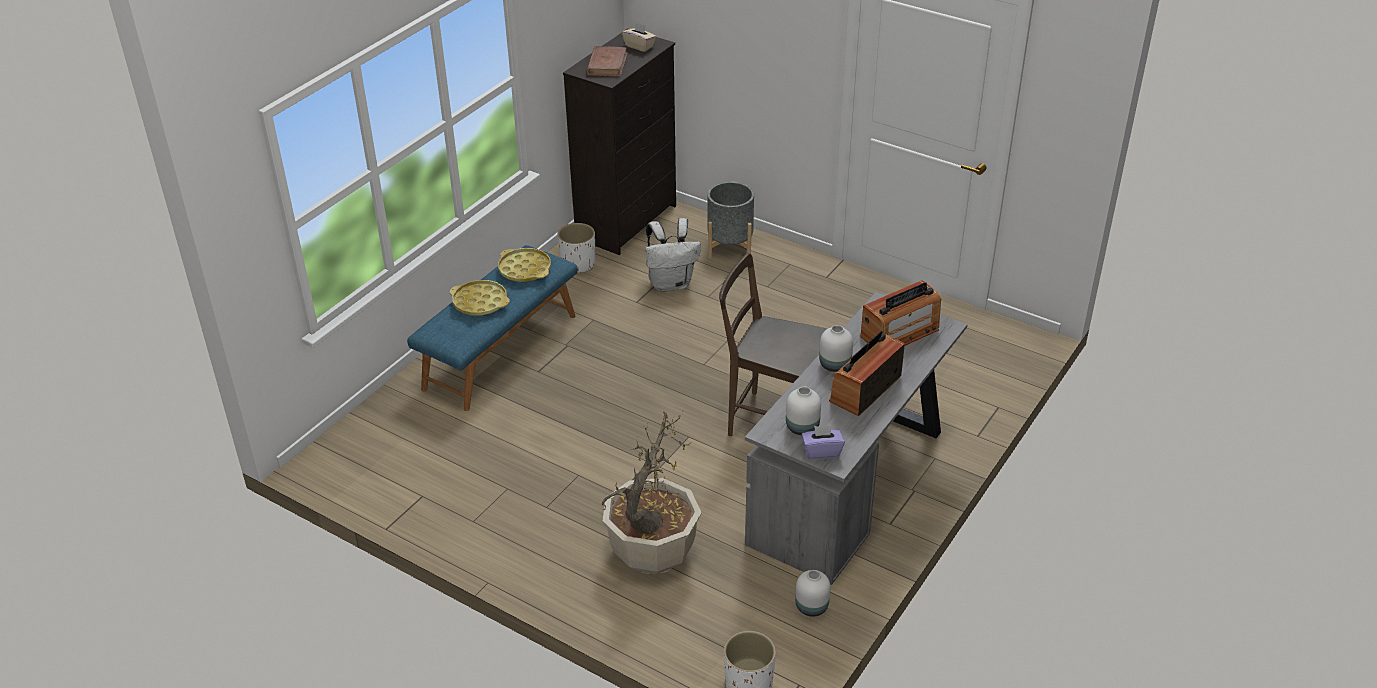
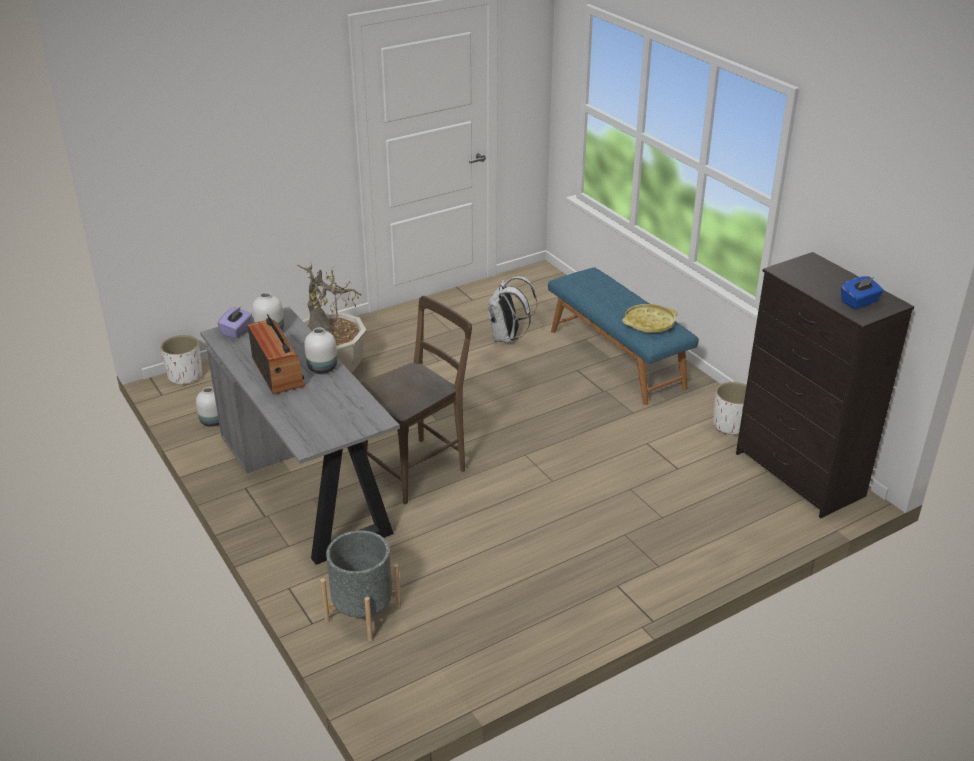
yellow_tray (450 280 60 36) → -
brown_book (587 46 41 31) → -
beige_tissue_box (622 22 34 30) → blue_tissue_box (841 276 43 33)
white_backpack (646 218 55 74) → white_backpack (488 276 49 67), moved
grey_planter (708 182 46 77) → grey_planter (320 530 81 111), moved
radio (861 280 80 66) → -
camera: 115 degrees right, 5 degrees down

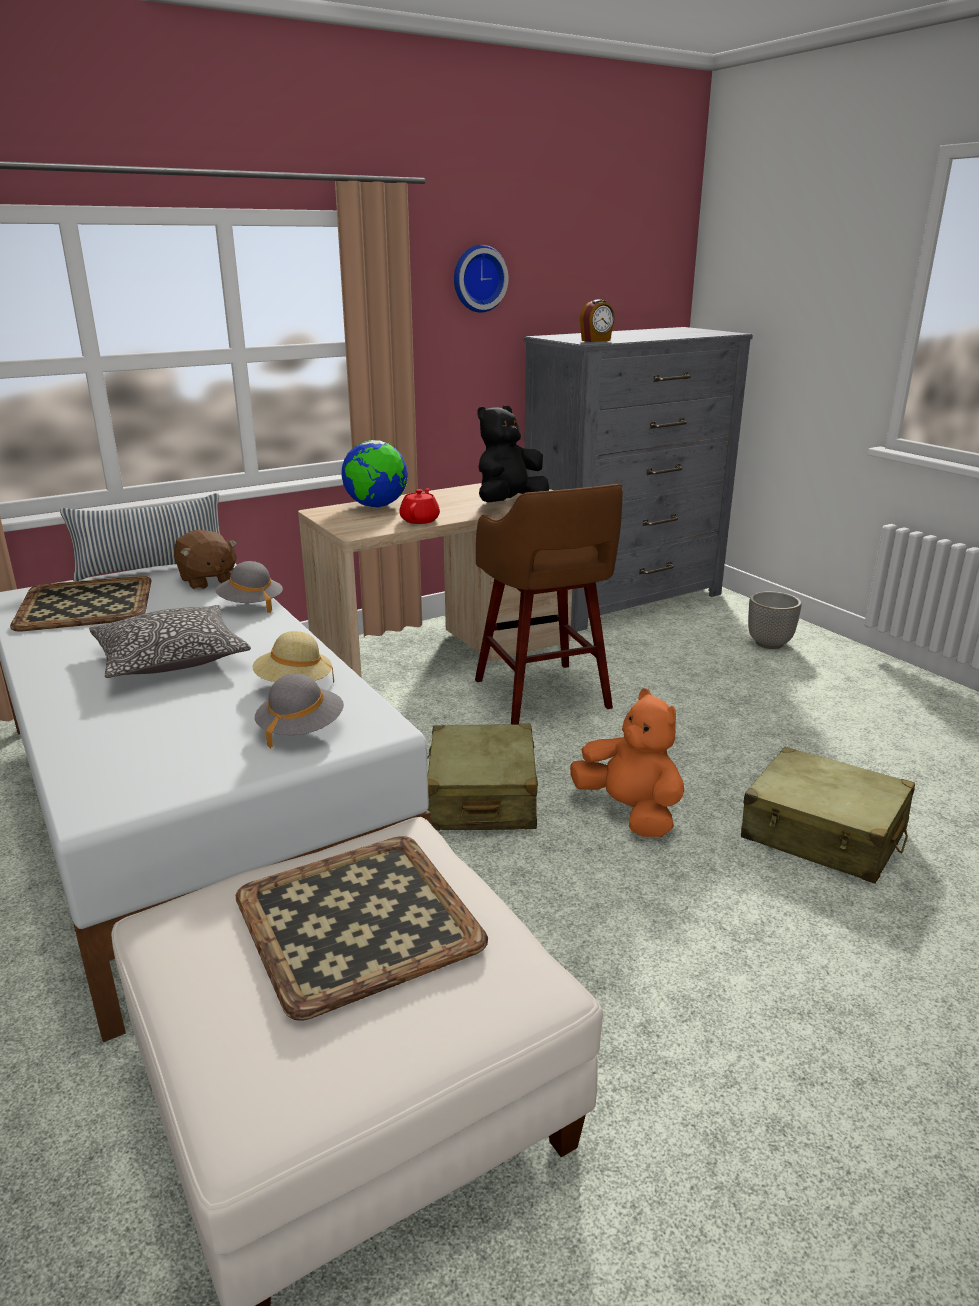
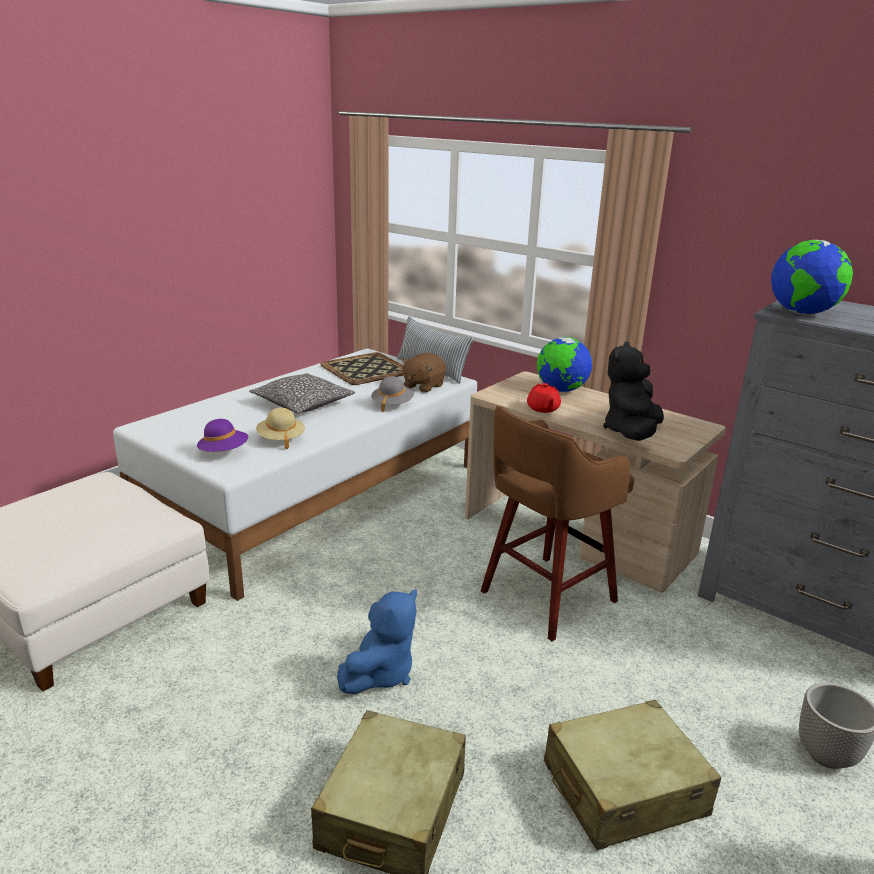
tray (236 836 252 185) → -
grey_hat (255 674 89 75) → purple_hat (197 419 51 33)
red_teapot (399 488 41 36) → red_teapot (527 383 34 30), 90 degrees clockwise
beige_suitcase (427 724 111 106) → beige_suitcase (544 700 178 150), moved
wall_clock (454 245 54 68) → -
black_plush_toy (478 405 71 97) → black_plush_toy (603 341 61 100), 90 degrees counterclockwise
orange_plush_toy (570 688 114 149) → blue_plush_toy (337 589 80 105)
alarm_clock (580 299 35 43) → globe (771 240 82 75)
camera: 70 degrees right, 0 degrees up

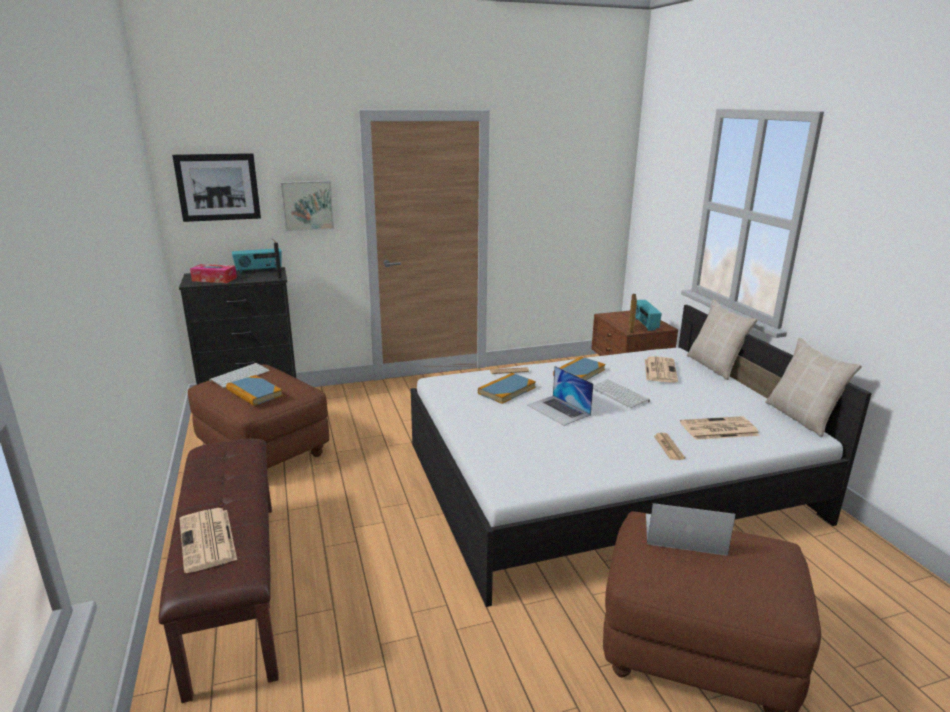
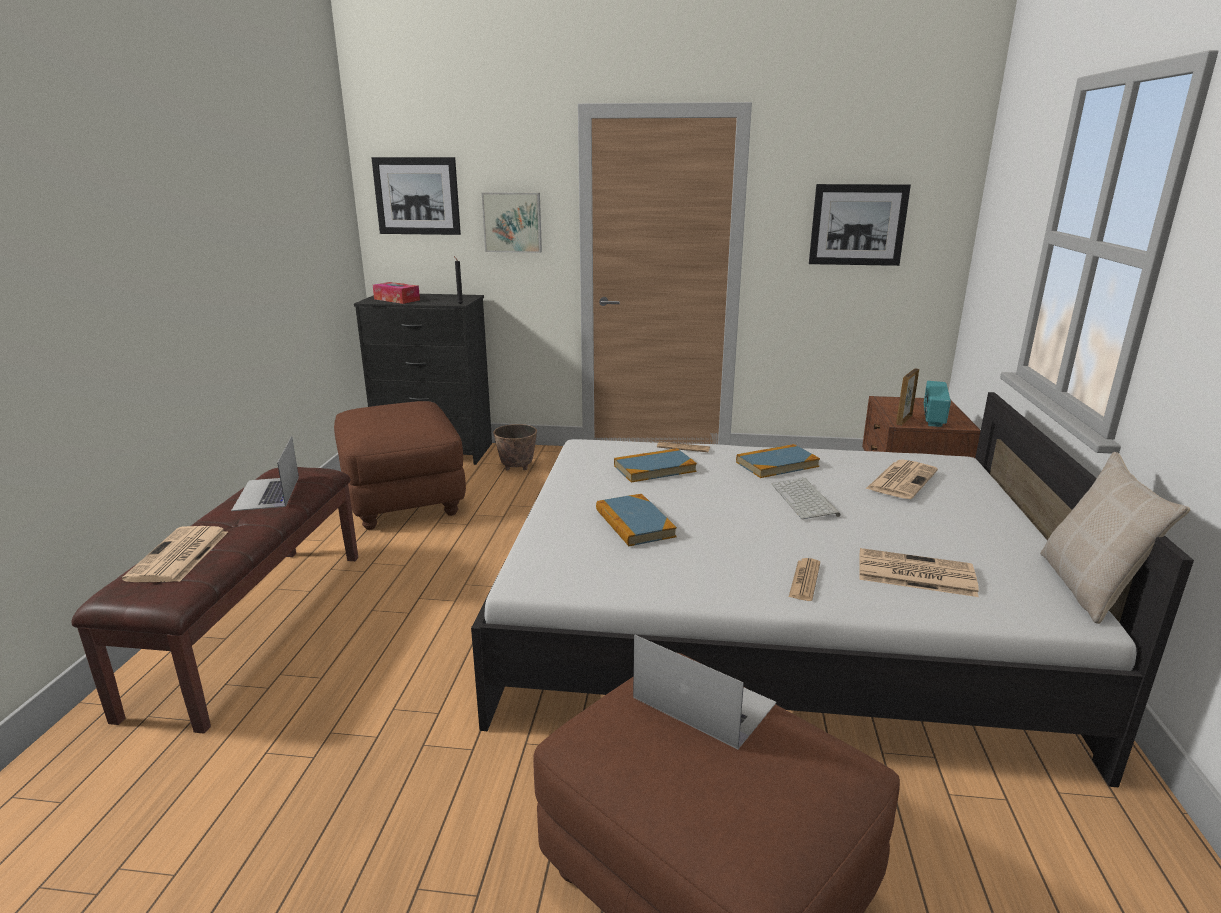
keyboard (209 363 61 25) → -
book (226 375 57 31) → book (596 494 81 52), moved
radio (232 248 50 26) → -
laptop (527 366 67 60) → laptop (231 436 68 75), moved
beige_pillow (687 300 71 80) → -
- → planter (493 424 44 47)
- → picture (809 184 102 82)
camera: 25 degrees right, 0 degrees up

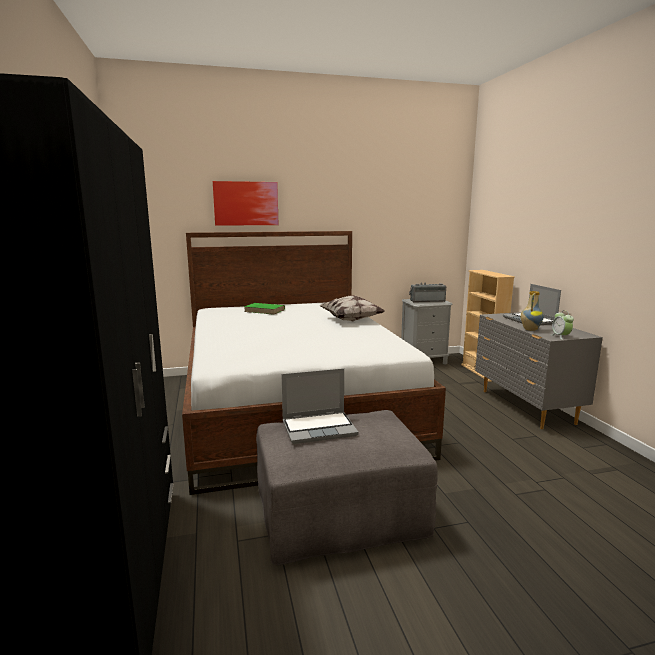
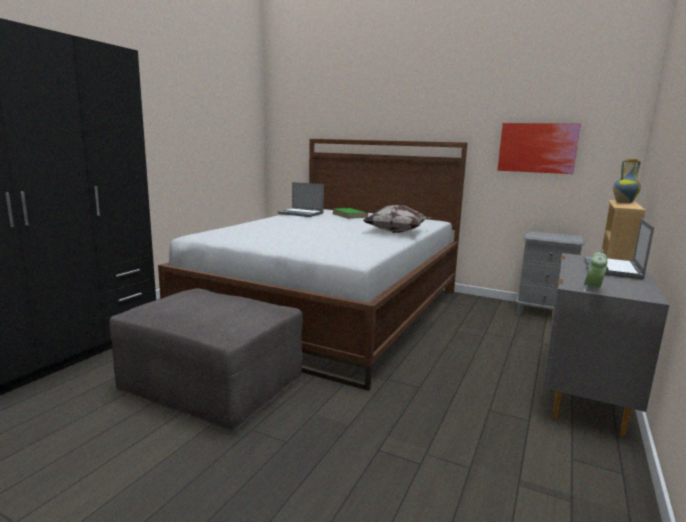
picture (213 181 66 45) → picture (497 123 84 51), moved
laptop (282 368 77 76) → laptop (278 182 46 35), moved
radio (409 283 37 19) → -
vase (521 291 23 40) → vase (613 159 28 44), moved
camera: 40 degrees right, 0 degrees up

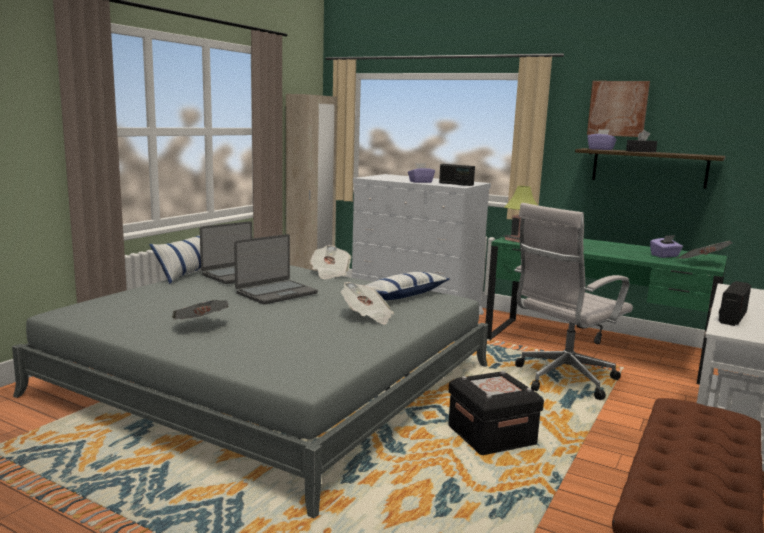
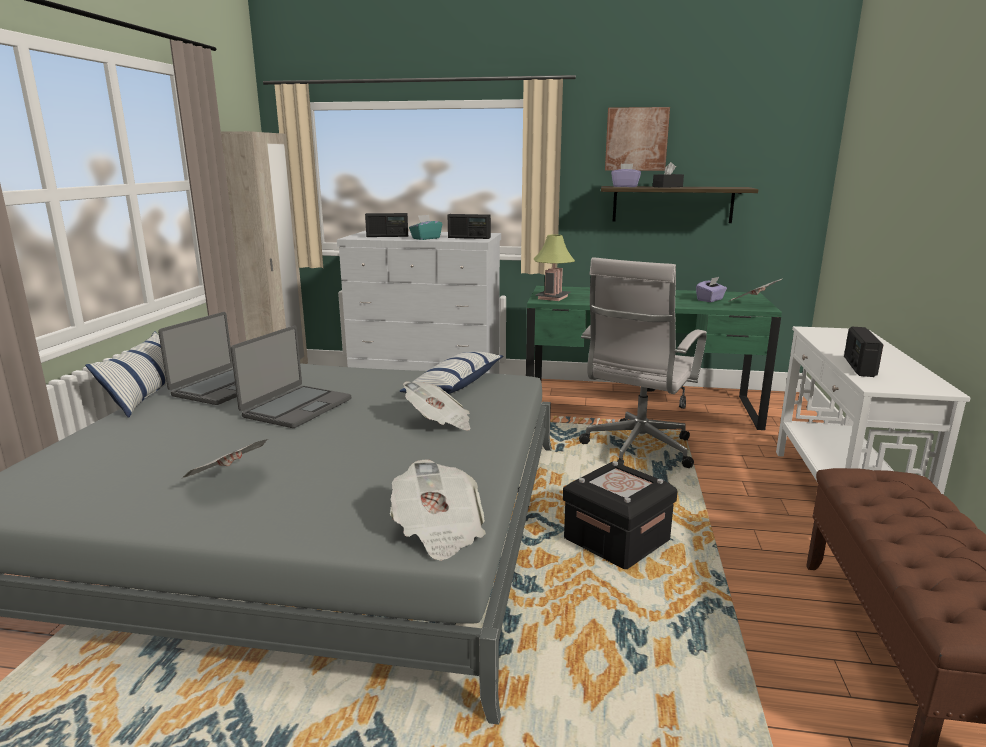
newspaper (310 245 42 34) → newspaper (390 460 96 101), moved
purple_tissue_box (408 163 27 20) → turquoise_tissue_box (409 215 33 25)
- → radio (365 213 43 24)
camera: 20 degrees left, 5 degrees up

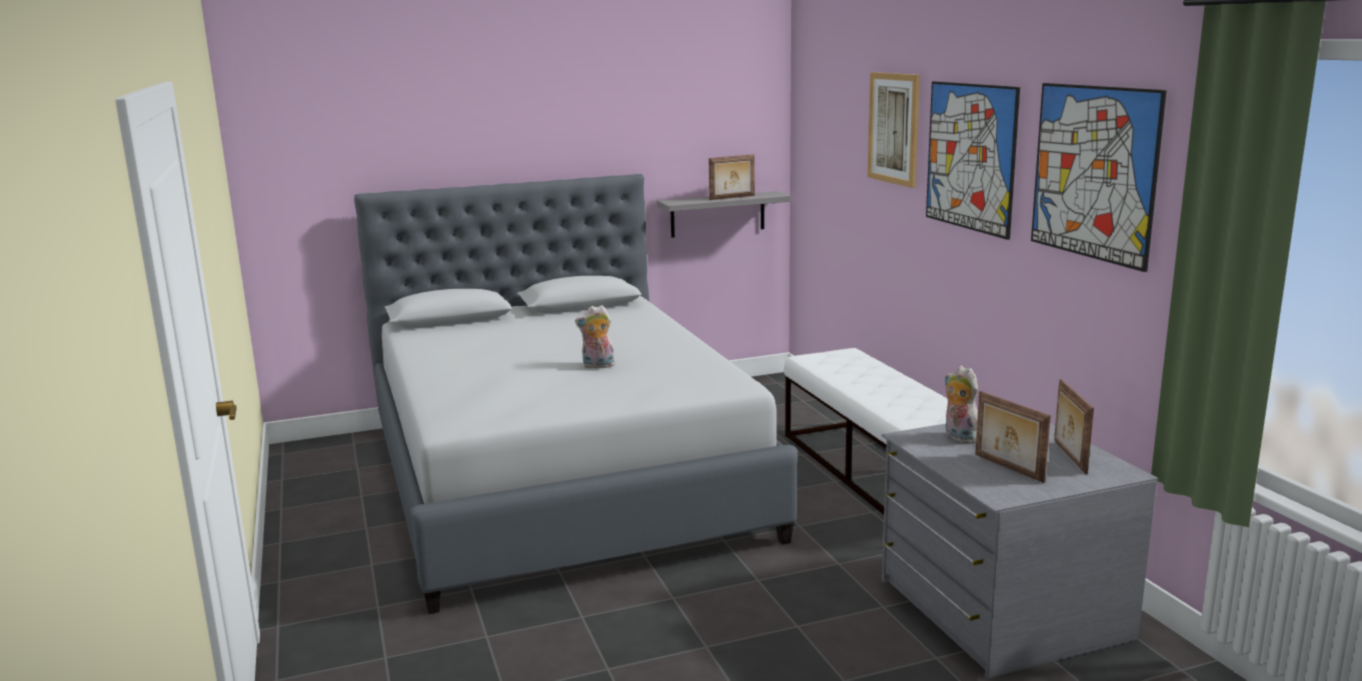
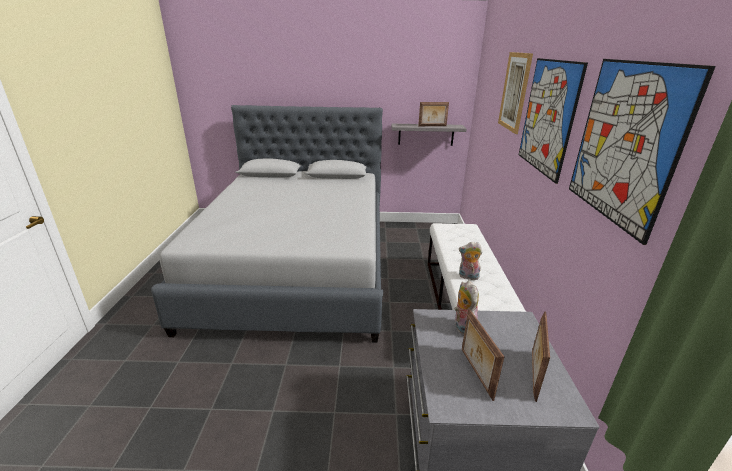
plush_toy (575 305 41 64) → plush_toy (459 242 23 38), moved
camera: 20 degrees right, 10 degrees up

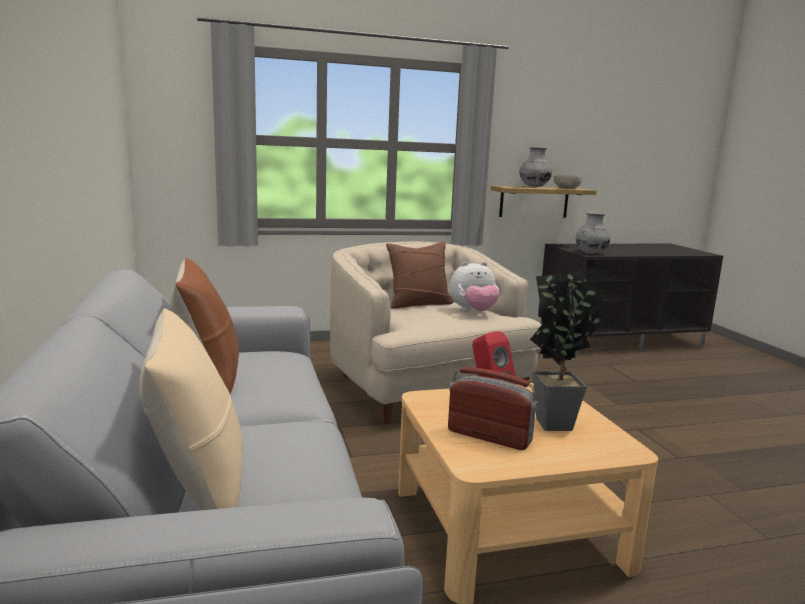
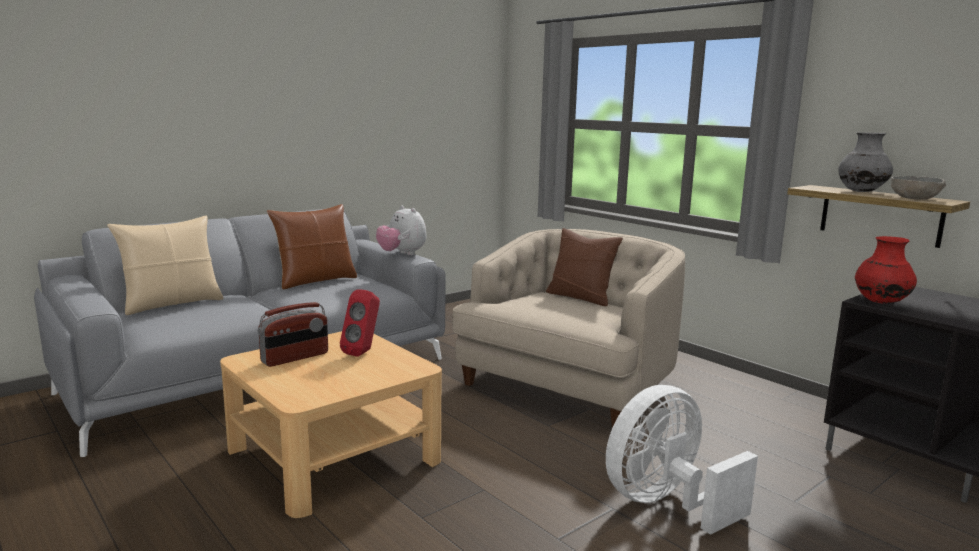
radio (448 367 90 83) → radio (258 302 70 65), 45 degrees clockwise
plush_toy (450 261 50 51) → plush_toy (376 206 50 49), moved
potted_plant (530 270 73 161) → -
grey_vase (576 212 34 42) → red_vase (855 236 62 67)
- → white_fan (606 385 152 150)
camera: 65 degrees right, 0 degrees up

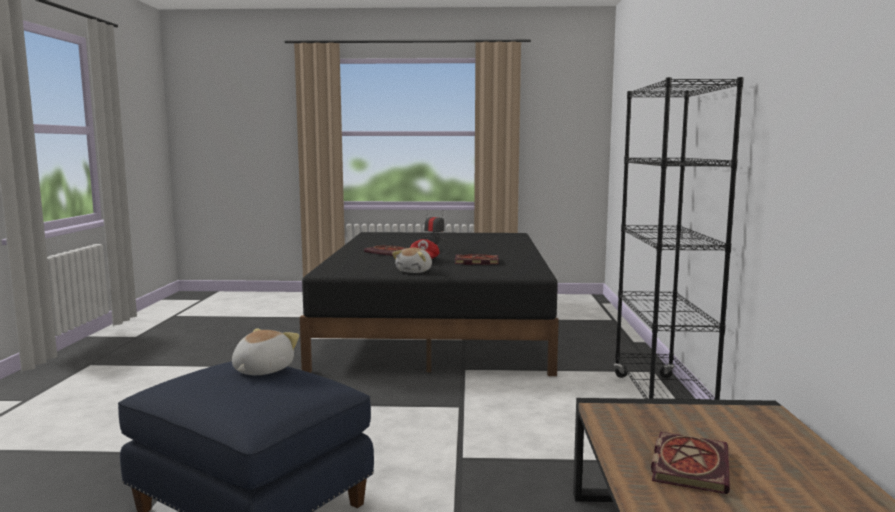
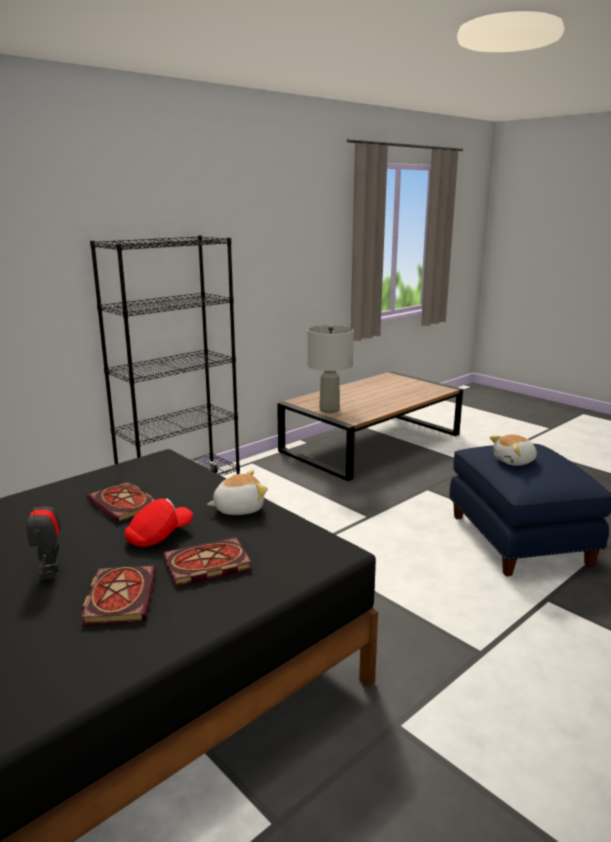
book (651 432 79 62) → book (163 537 89 50), moved
- → grey_table_lamp (308 325 46 88)
camera: 135 degrees left, 10 degrees up

